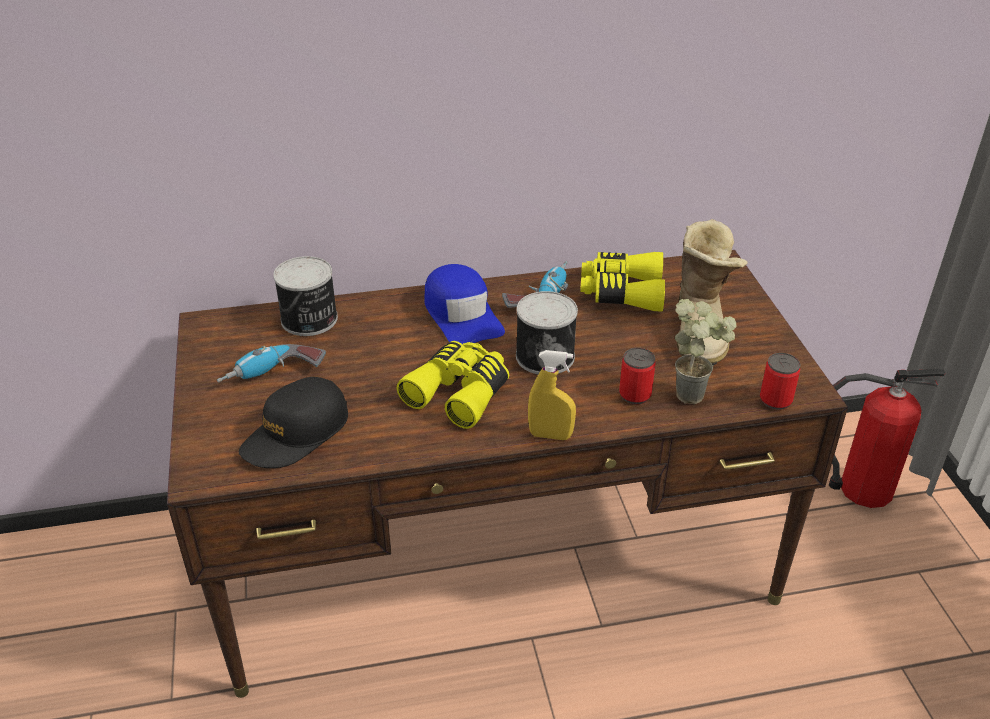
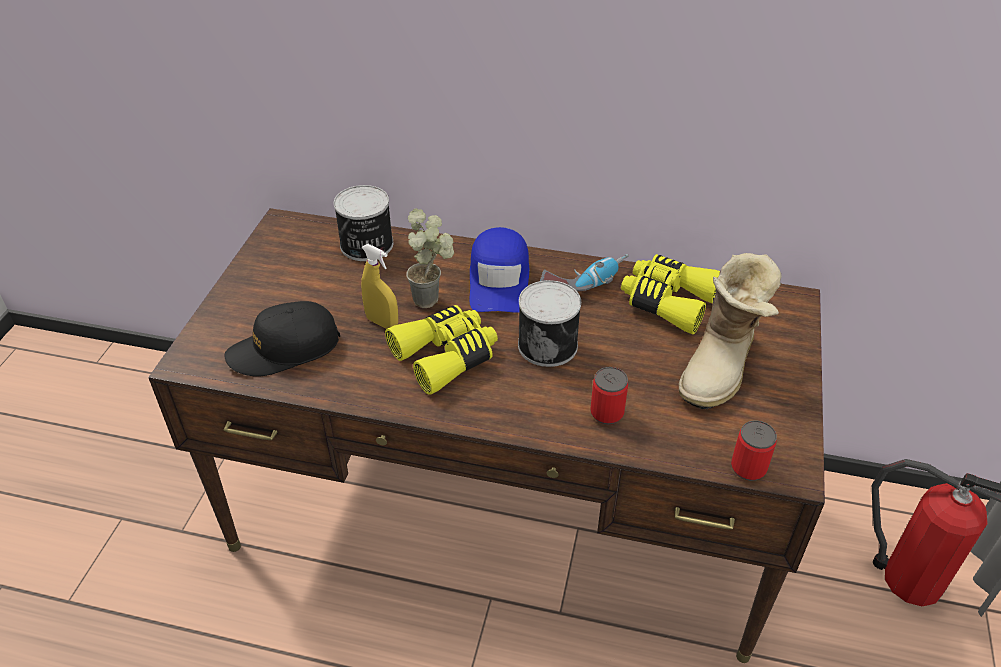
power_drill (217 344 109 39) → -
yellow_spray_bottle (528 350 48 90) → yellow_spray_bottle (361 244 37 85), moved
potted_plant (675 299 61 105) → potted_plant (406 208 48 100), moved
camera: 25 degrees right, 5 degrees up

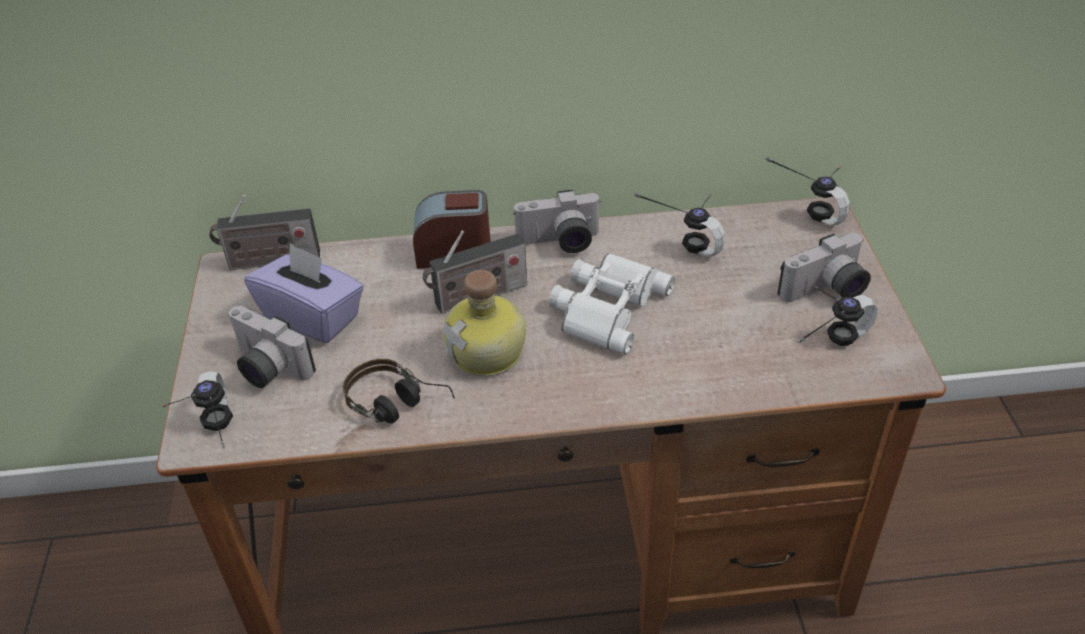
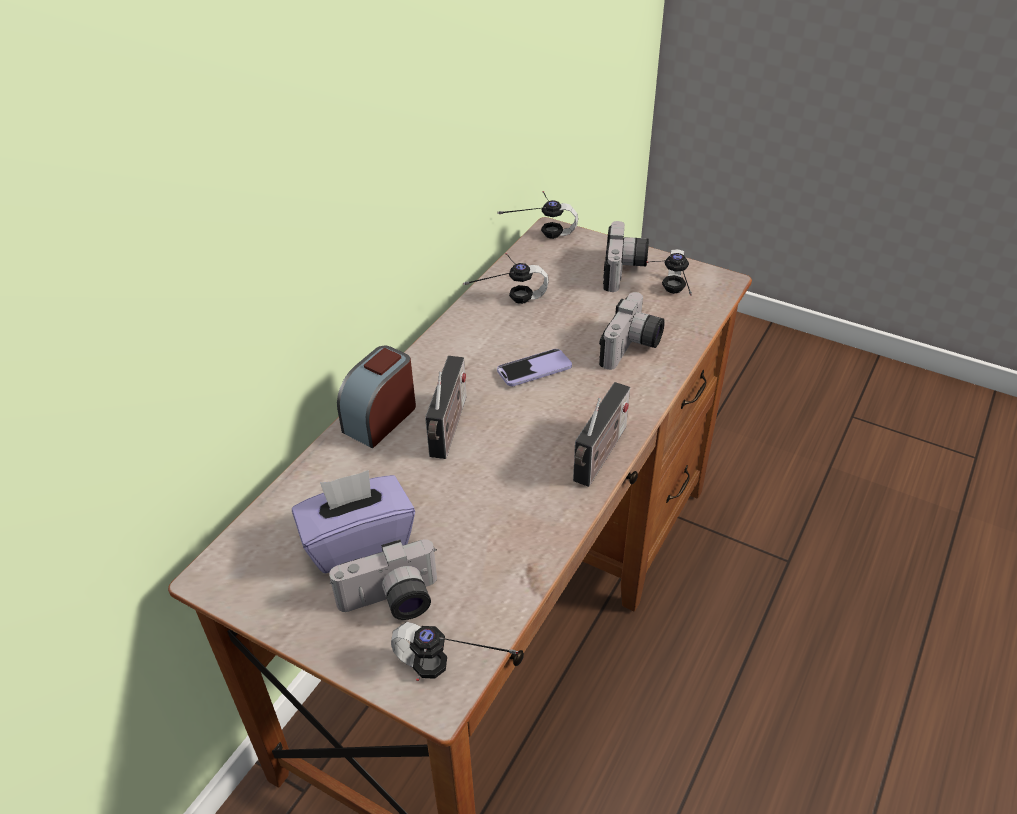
radio (209 195 111 75) → radio (573 382 57 105), moved
headphones (343 359 112 65) → -
bottle (442 270 84 106) → -
photo_camera (513 189 88 64) → photo_camera (599 292 66 78), moved
white_binoculars (549 253 126 101) → phone (497 349 75 37)
camera: 55 degrees left, 0 degrees up

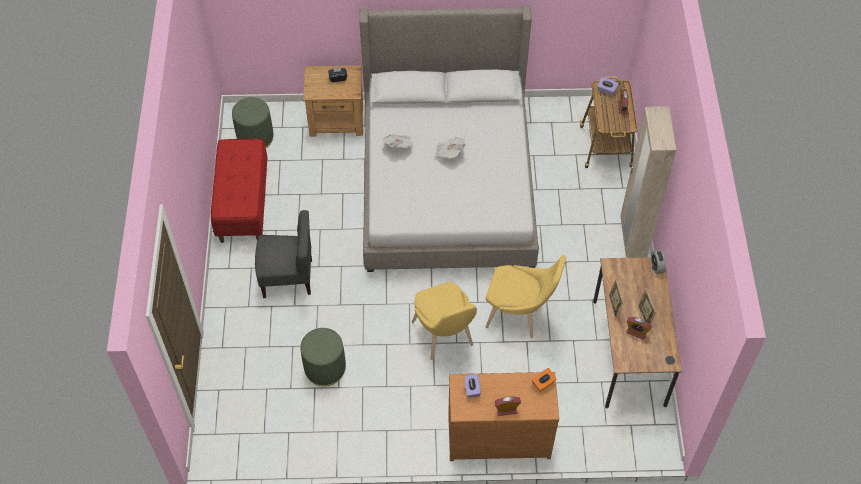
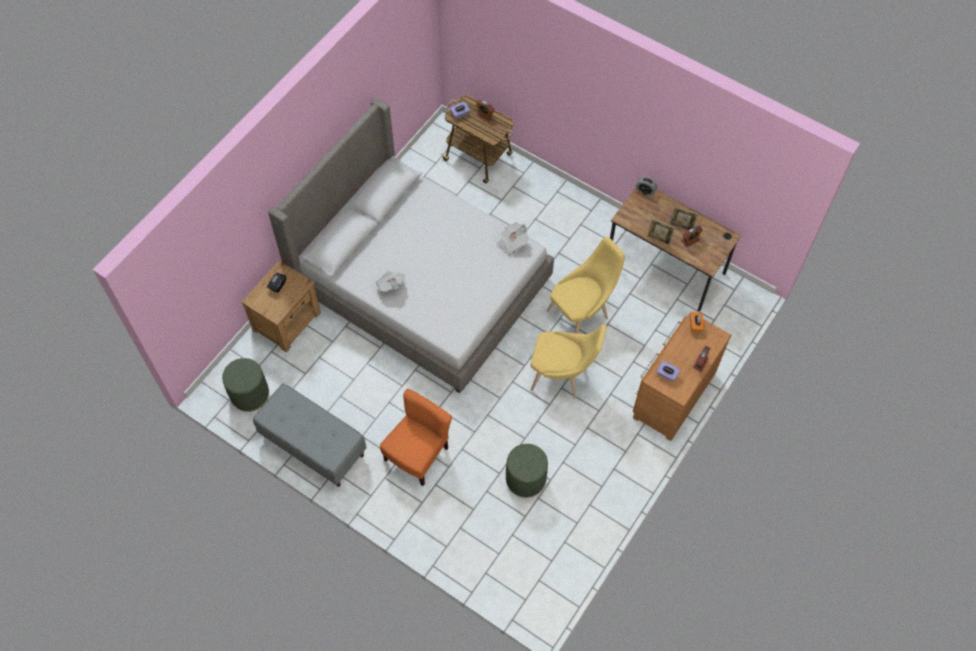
red_bench (211 139 57 104) → grey_bench (253 383 113 104)
grey_chair (255 210 57 88) → orange_chair (380 389 72 97)
newspaper (435 137 31 22) → newspaper (496 222 32 33), moved
beige_wardrobe (620 106 56 152) → -
camera: 55 degrees left, 5 degrees up

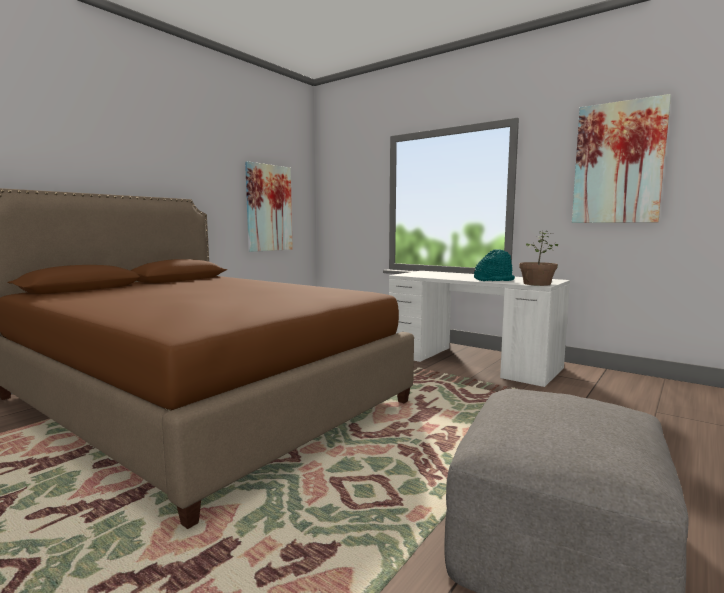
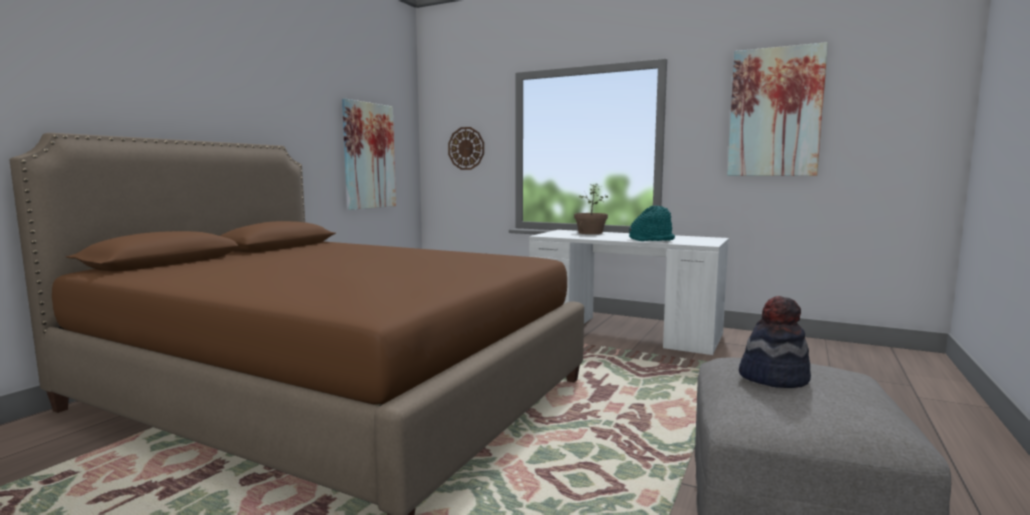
potted_plant (519 231 39 55) → potted_plant (574 184 34 50), moved
- → wall_clock (448 127 36 43)
- → hat (739 296 72 92)
camera: 10 degrees left, 0 degrees up

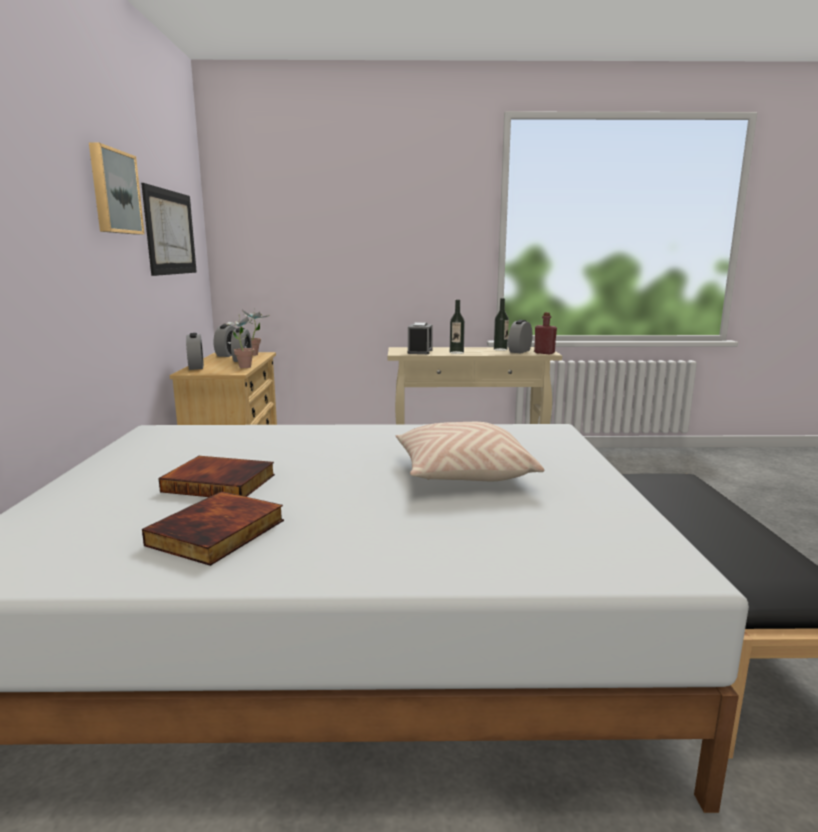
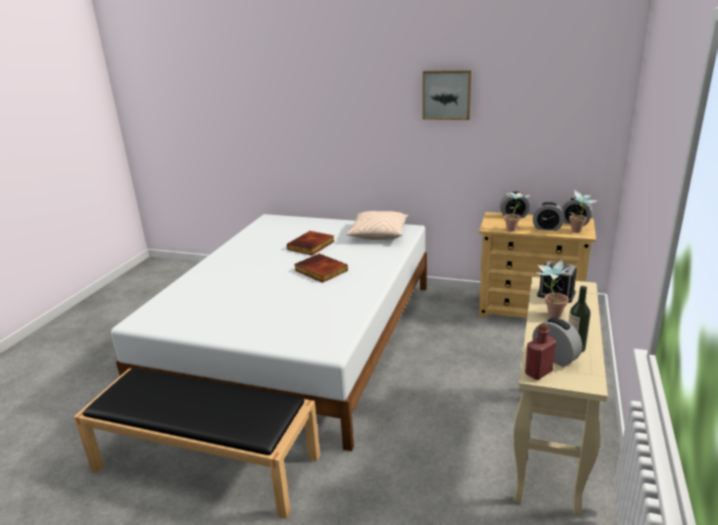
picture (141 183 56 93) → -
book (142 491 142 75) → book (294 254 54 29), moved
beige_pillow (396 422 148 59) → beige_pillow (346 211 62 29), moved
bottle (450 300 15 54) → potted_plant (534 259 38 59)
camera: 110 degrees right, 10 degrees up

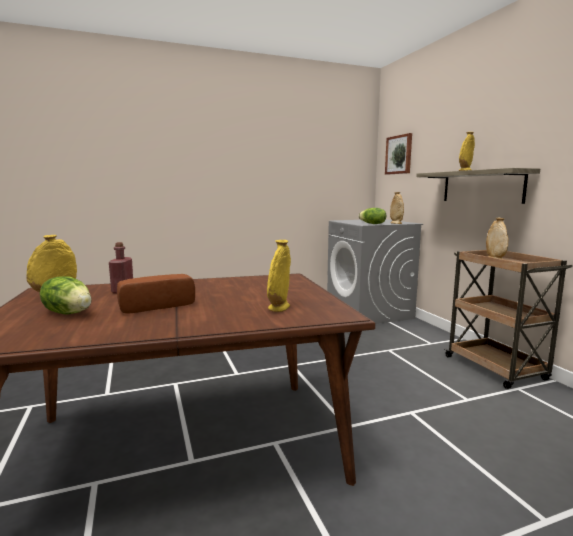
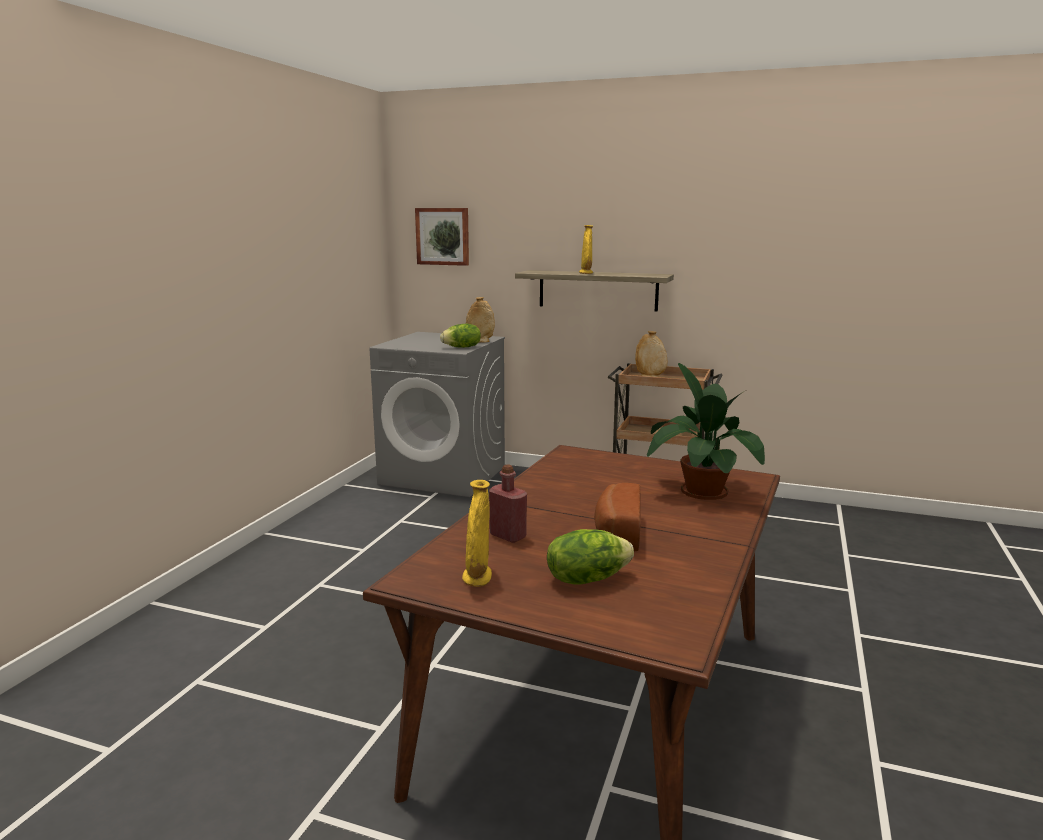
yellow_vase (267 240 24 72) → potted_plant (647 363 118 137)
camera: 50 degrees left, 5 degrees up

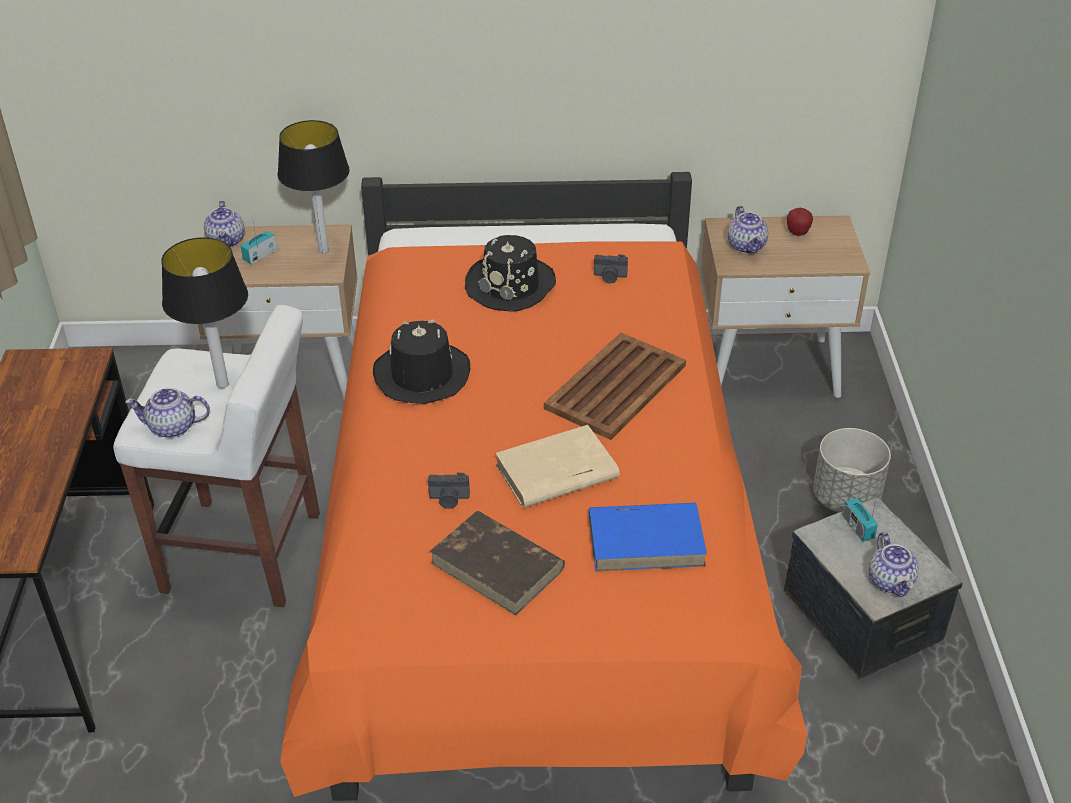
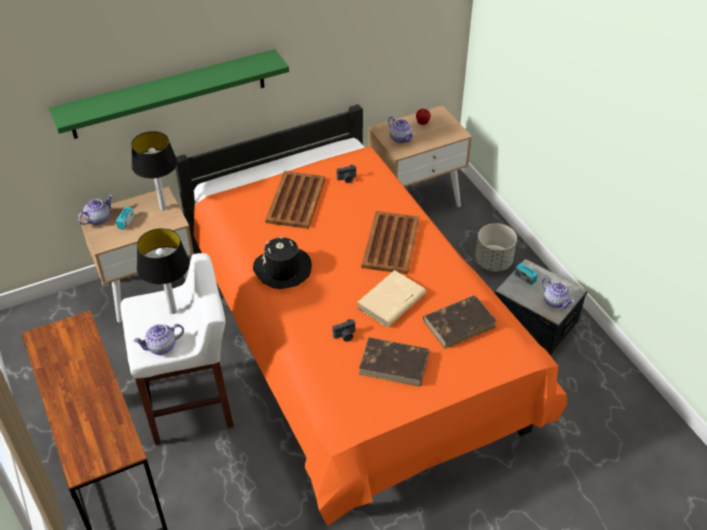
teapot (204 201 41 46) → teapot (78 195 34 30), 105 degrees counterclockwise
black_hat (465 235 91 77) → brown_tray (265 171 60 58)
blue_book (589 503 118 68) → brown_book (423 295 74 54)
- → green_shelf (49 49 240 90)
camera: 25 degrees left, 5 degrees up

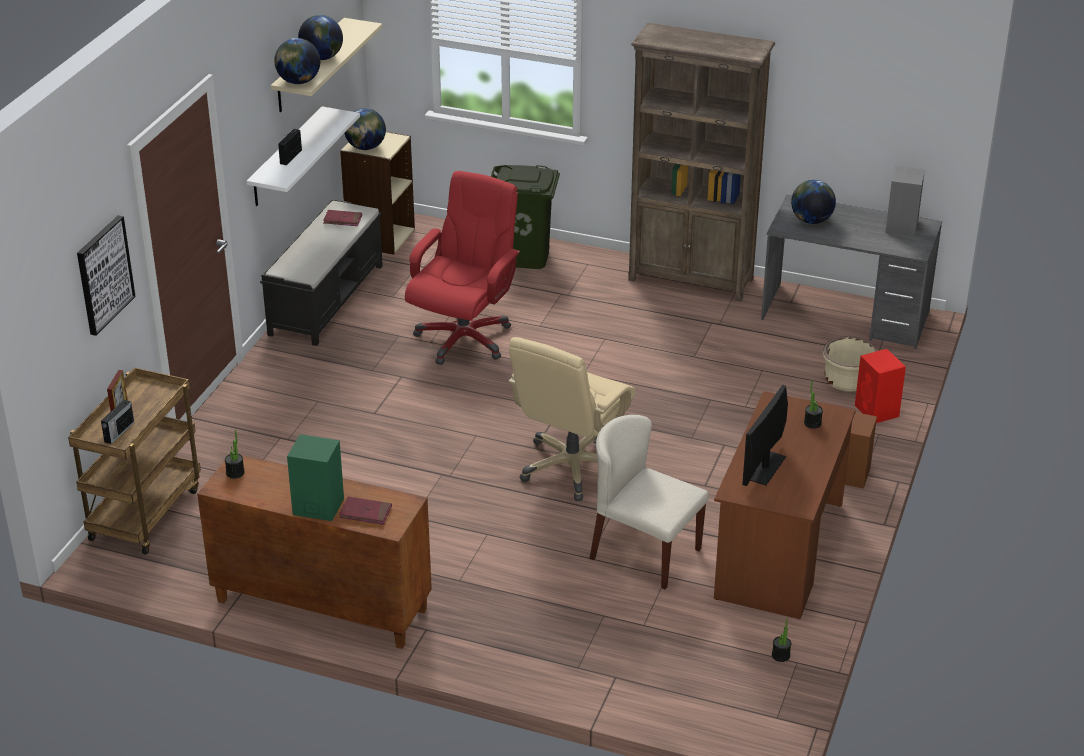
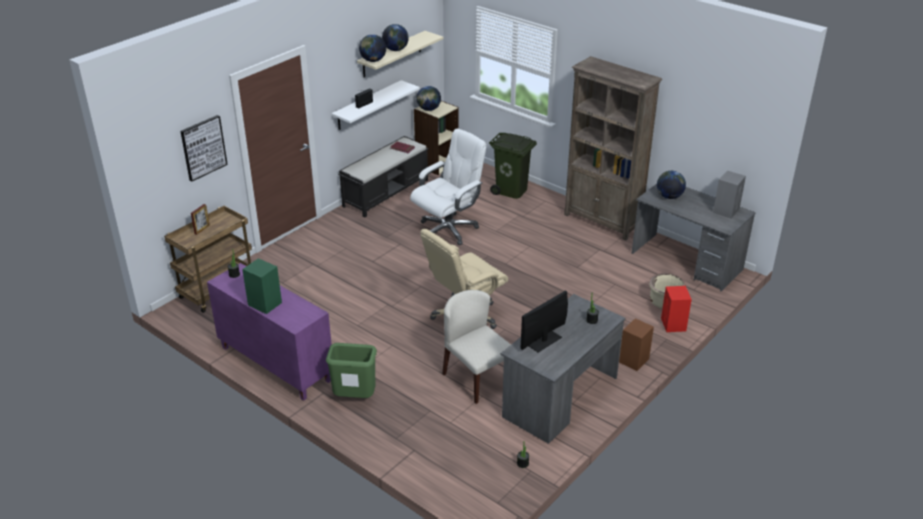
radio (101 397 33 47) → -
brown_cabinet (197 455 235 194) → purple_cabinet (207 263 125 138)
red_book (339 497 53 28) → -
red_office_chair (405 171 115 194) → white_office_chair (410 129 77 116)
brown_desk (714 391 142 228) → grey_desk (501 294 125 150)
- → green_trash_can (326 343 51 55)
camera: 20 degrees right, 0 degrees up

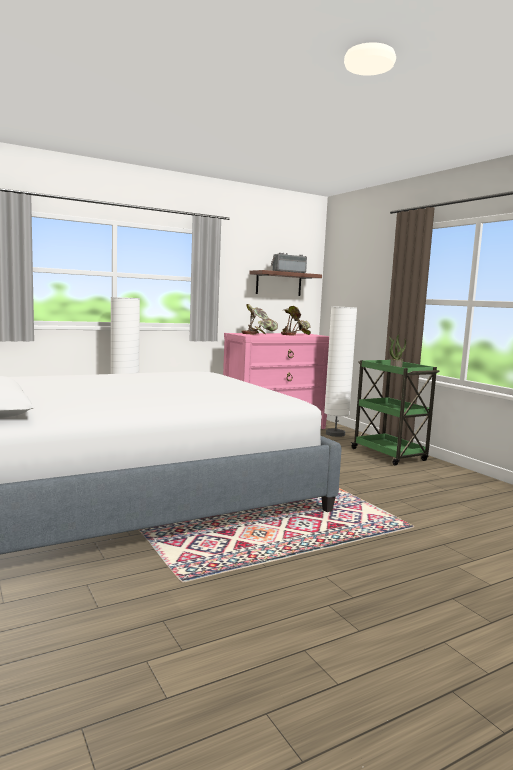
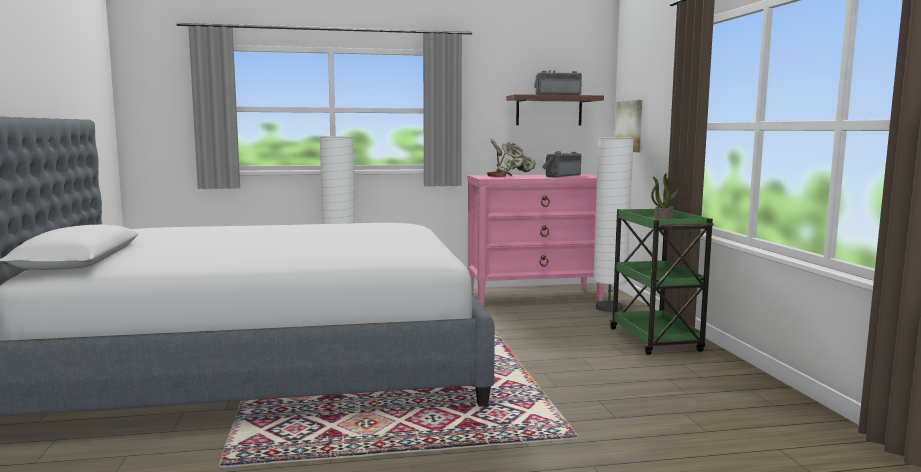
potted_plant (281 306 30 29) → radio (542 151 39 27)
- → picture (615 100 27 52)
camera: 20 degrees right, 0 degrees up

